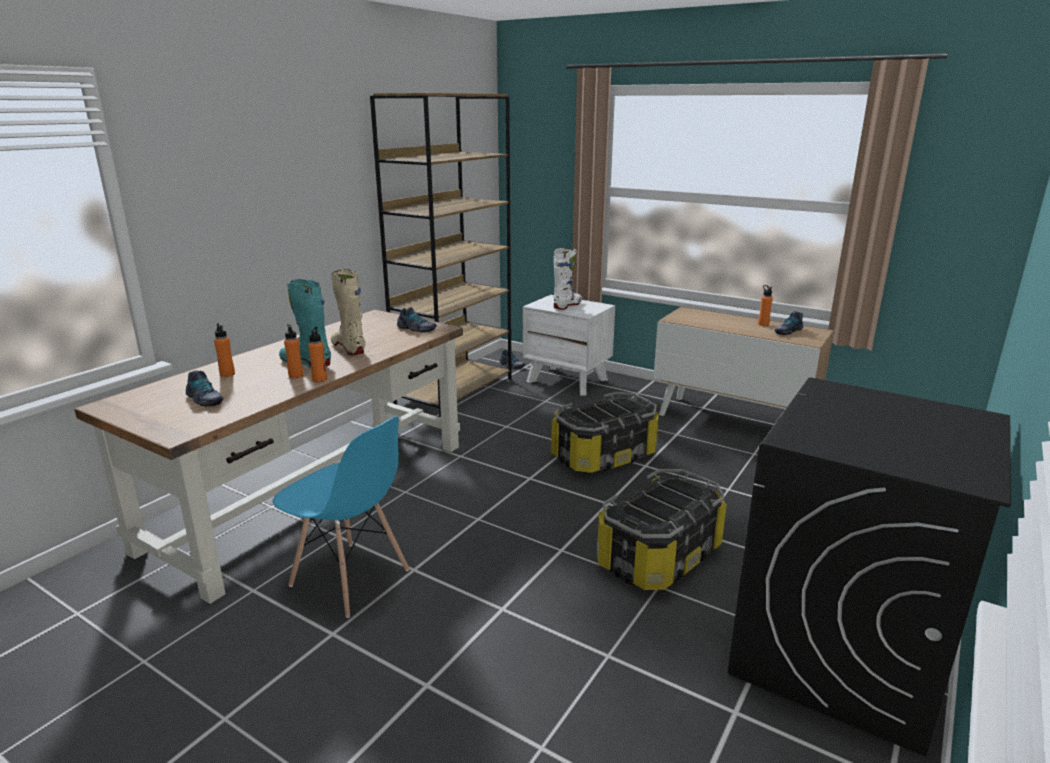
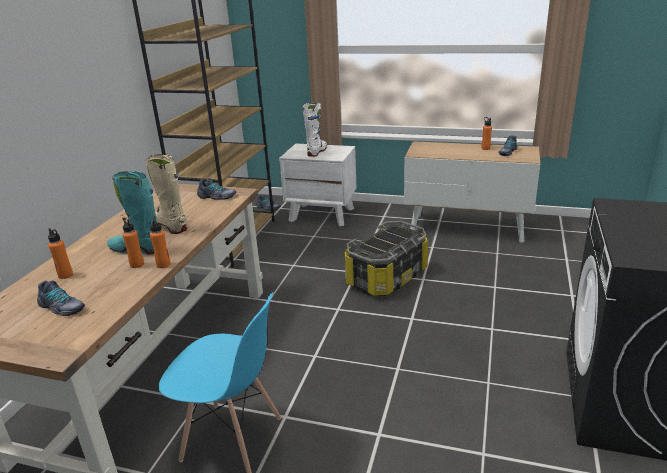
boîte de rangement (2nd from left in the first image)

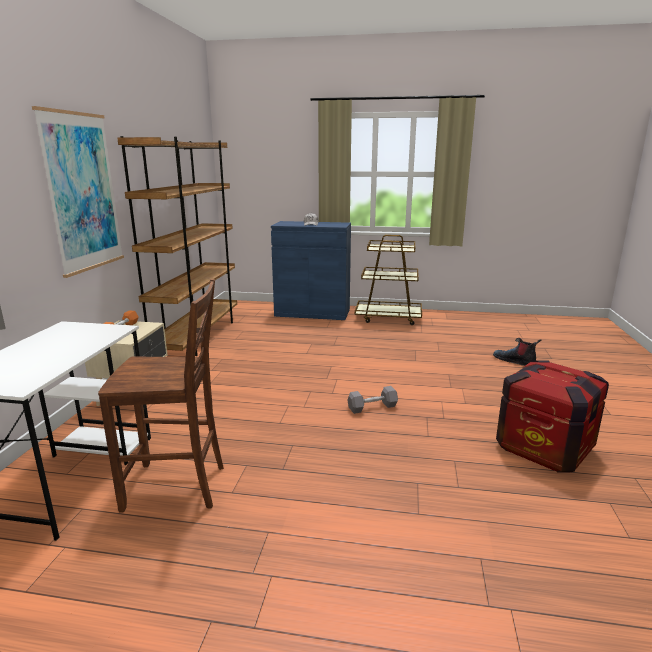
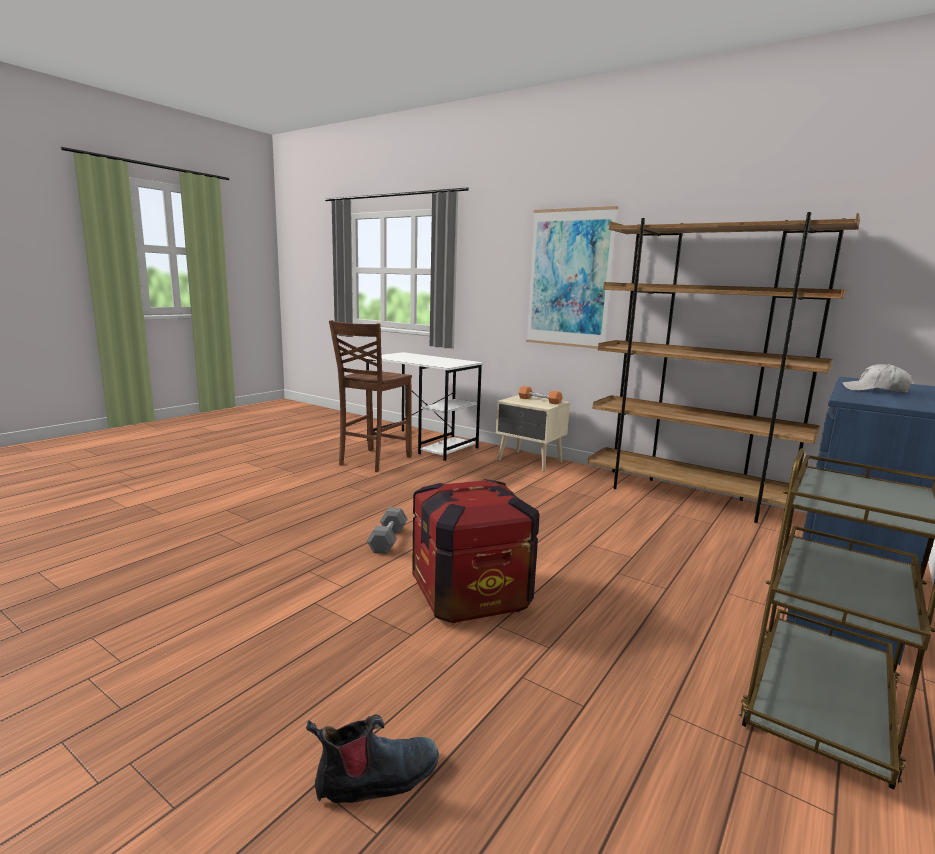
caisse

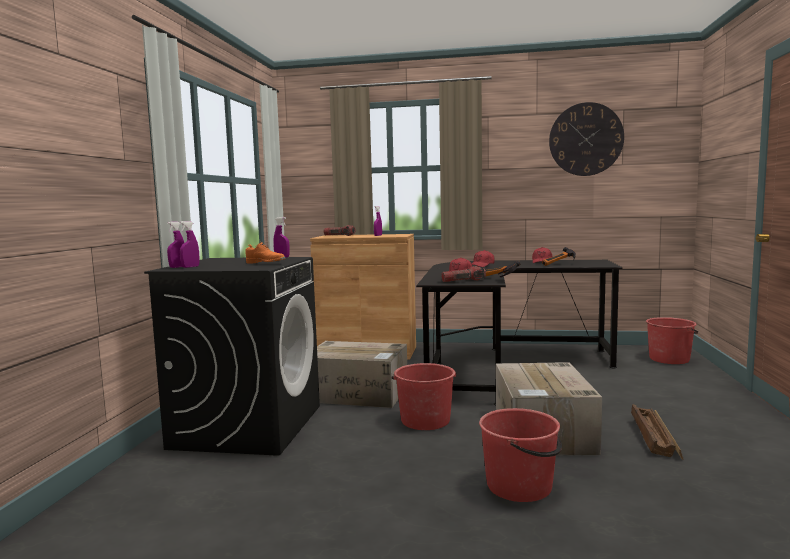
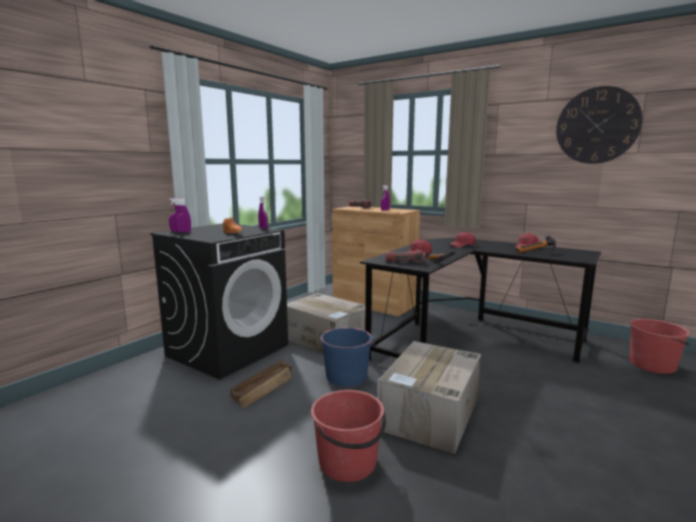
caisse
seau (bleu)

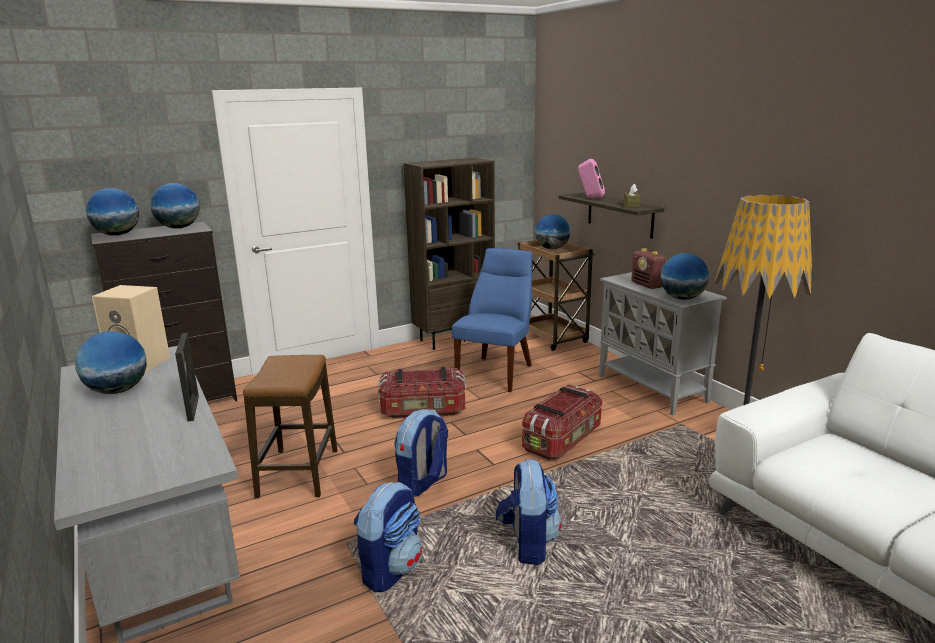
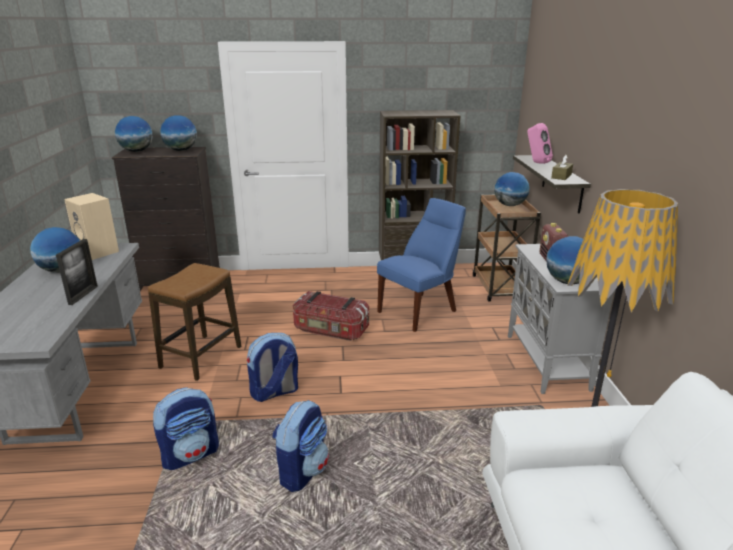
boîte de rangement (2nd from left in the first image)

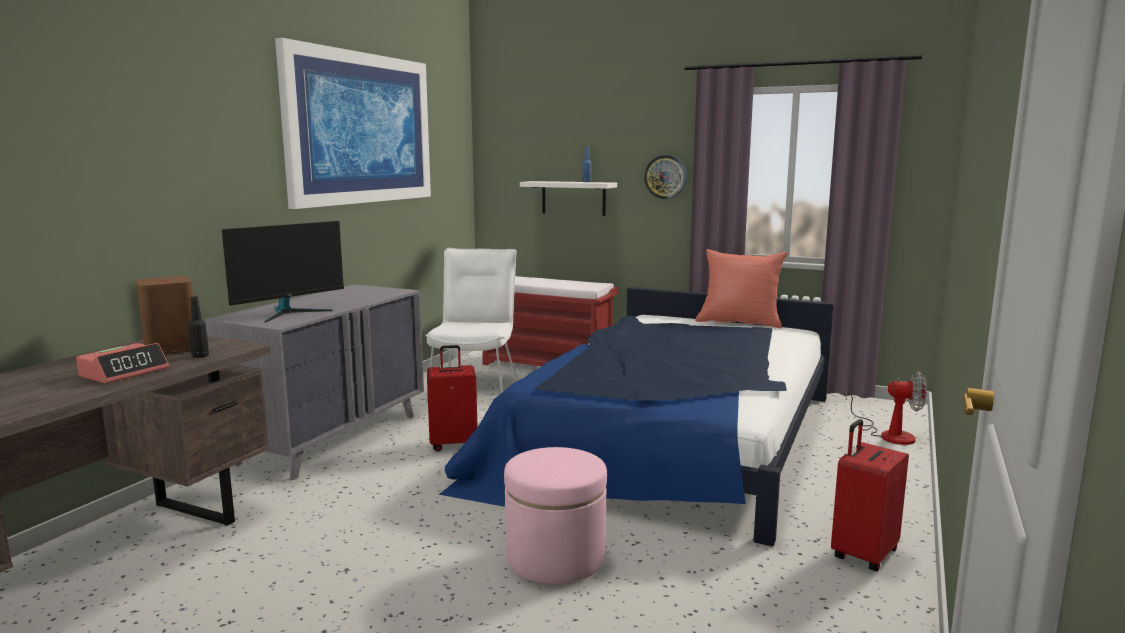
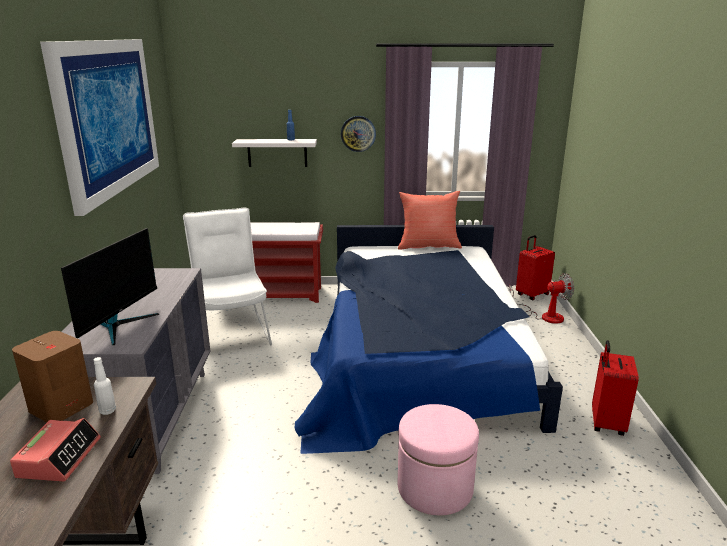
bouteille (blanc)
valise (rouge) (1st from left)

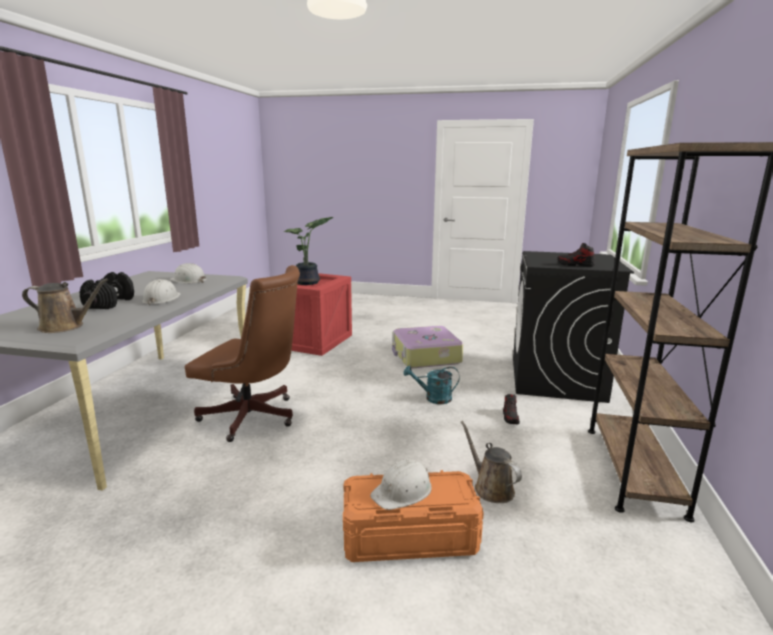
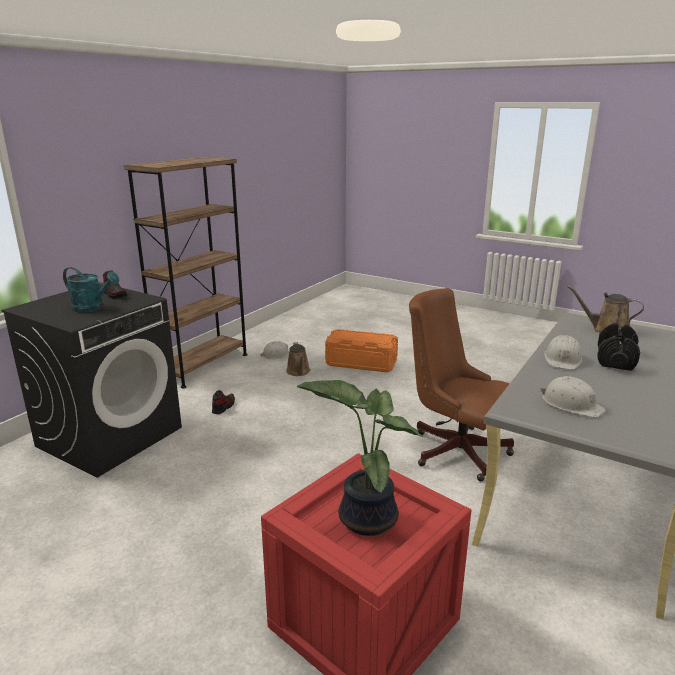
arrosoir (turquoise)
casque de chantier (blanc) (1st from left)
valise

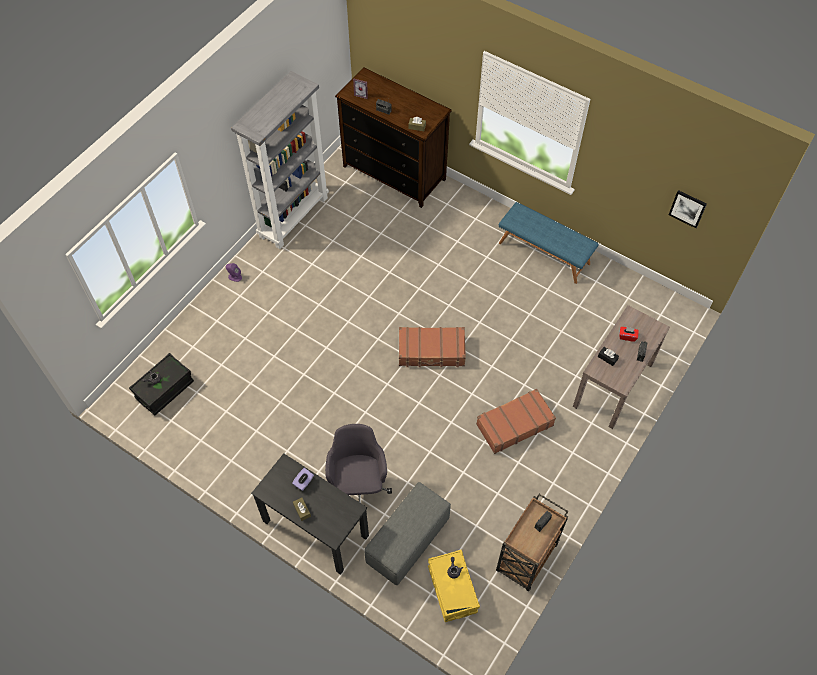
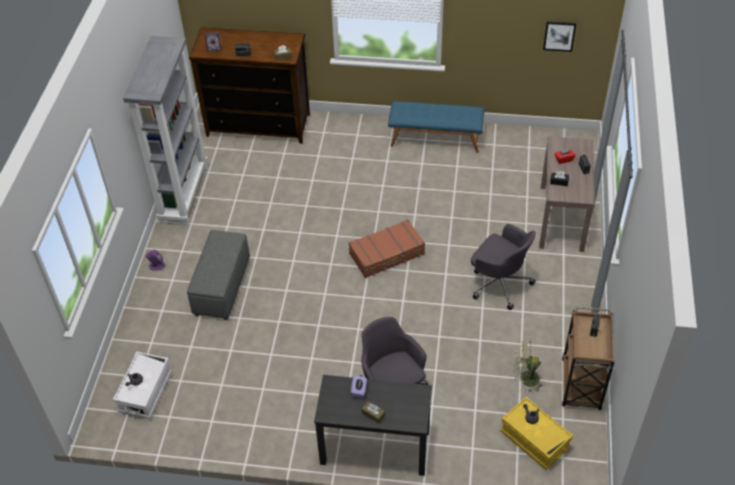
boîte de rangement (blanc)
pouf (gris)
chaise de bureau (gris) (2nd from left)
ventilateur (vert)

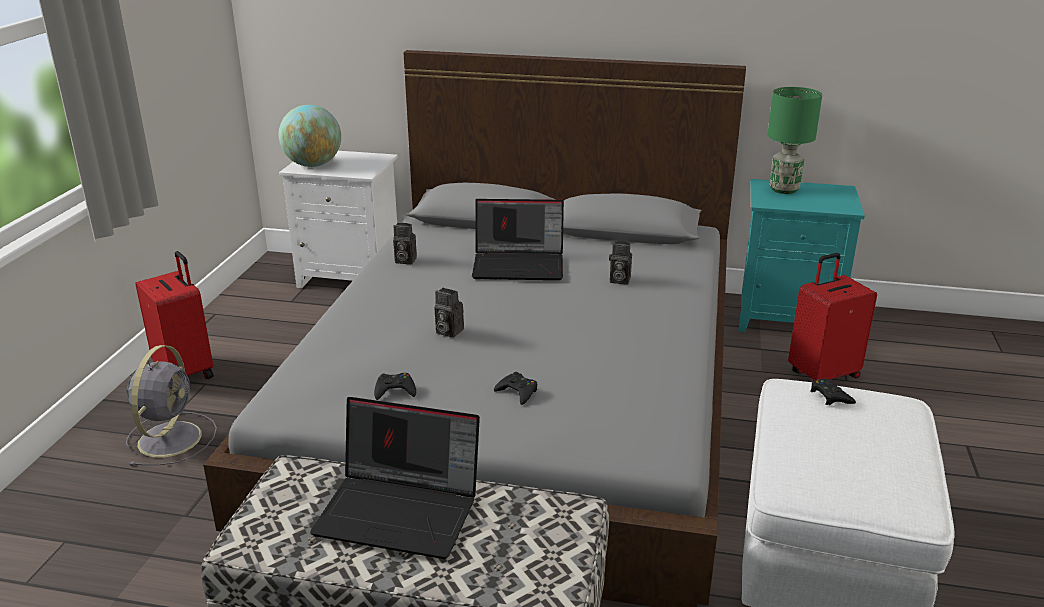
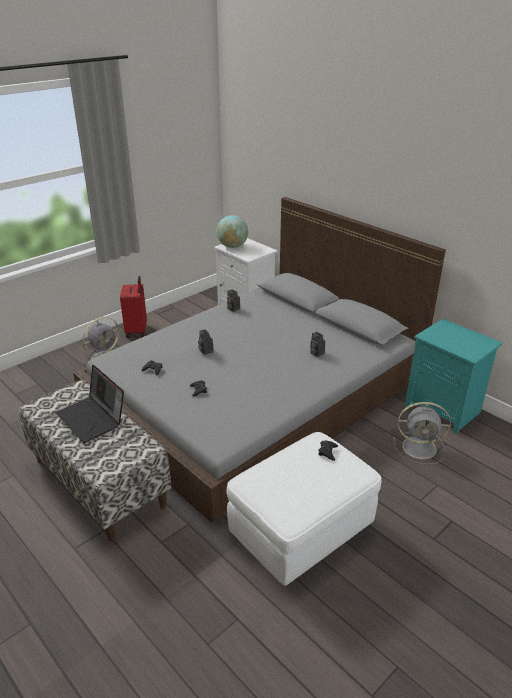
ventilateur (gris) (2nd from left)
ordinateur portable (2nd from left in the first image)
lampe de table (vert)

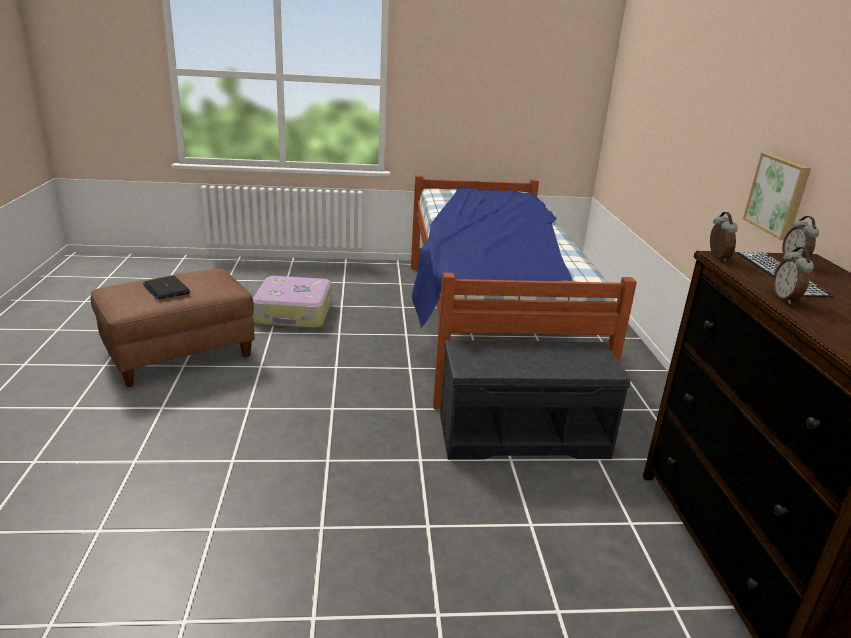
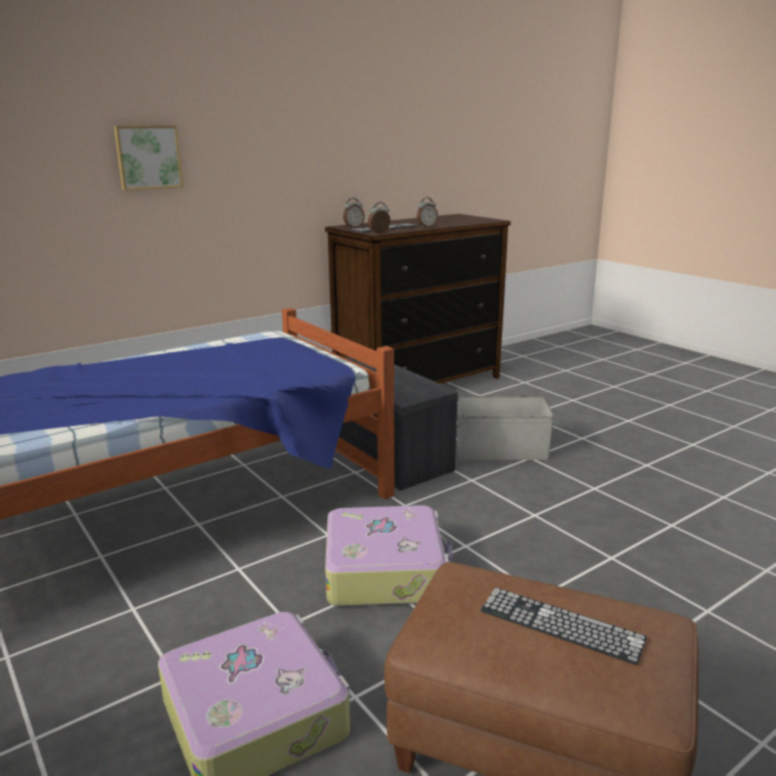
tableau
valise (2nd from left)
boîte de rangement (gris)
clavier (2nd from left)

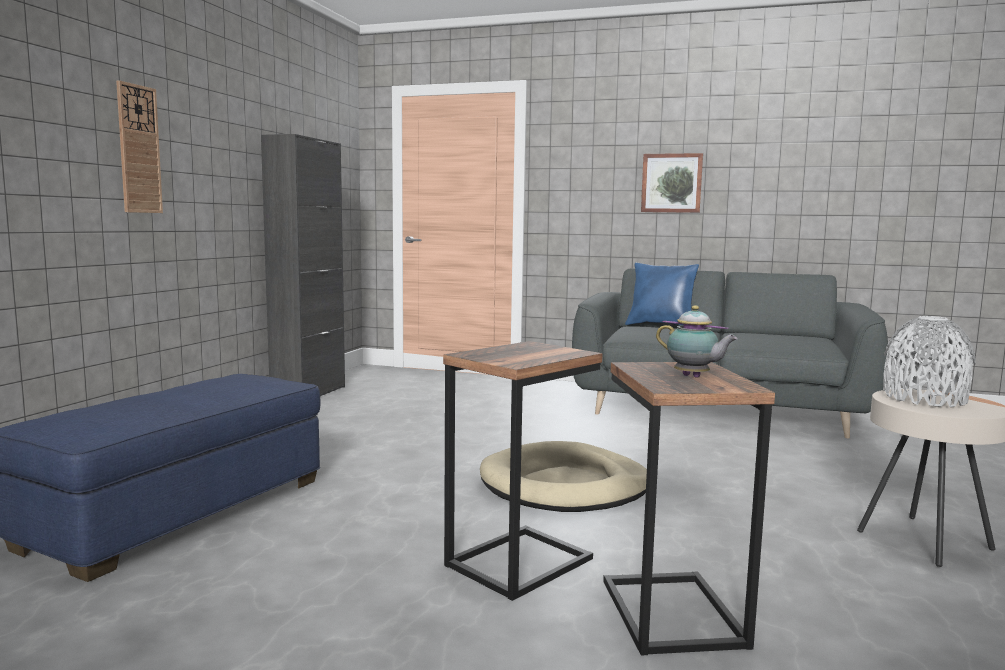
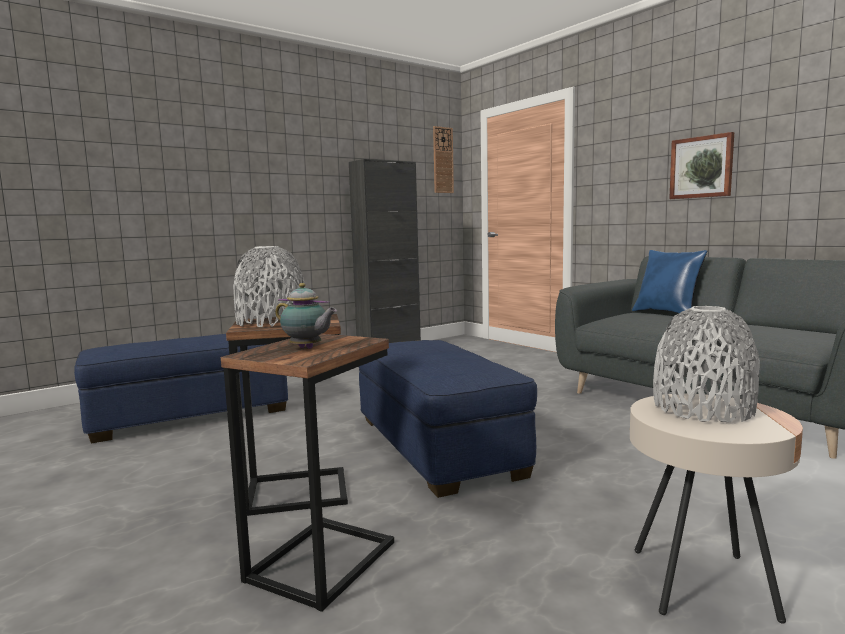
vase (gris) (1st from left)
théière
pouf (bleu) (2nd from left)
horloge murale

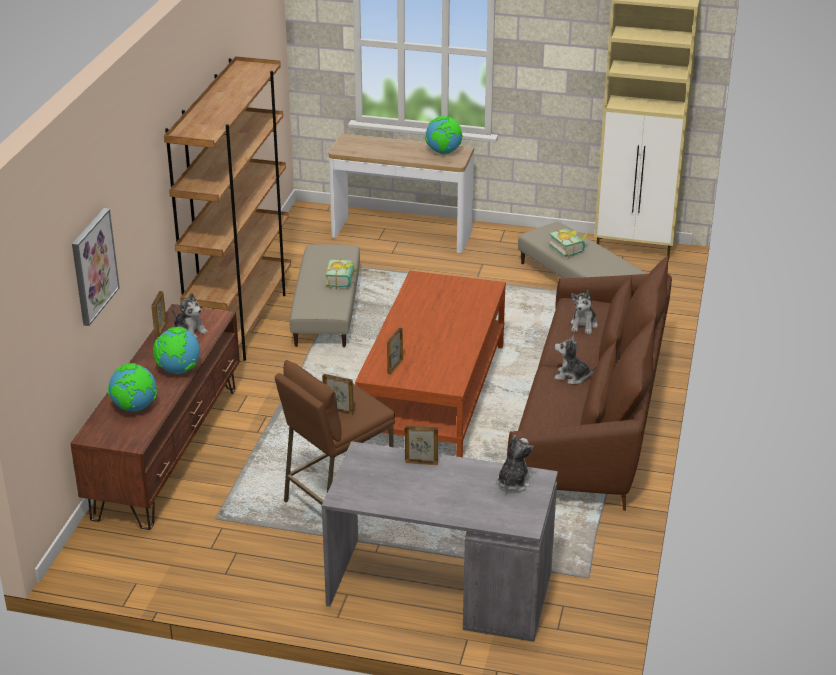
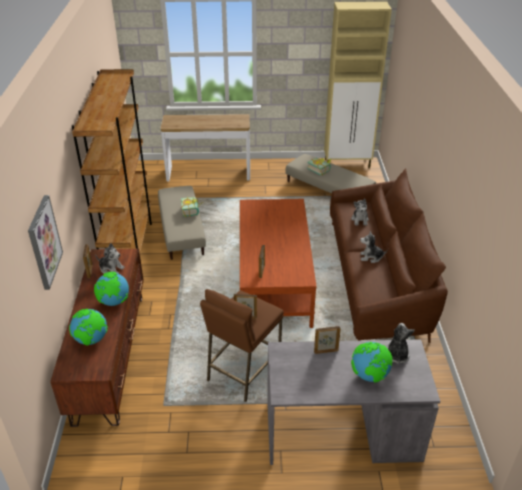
globe (3rd from left)

